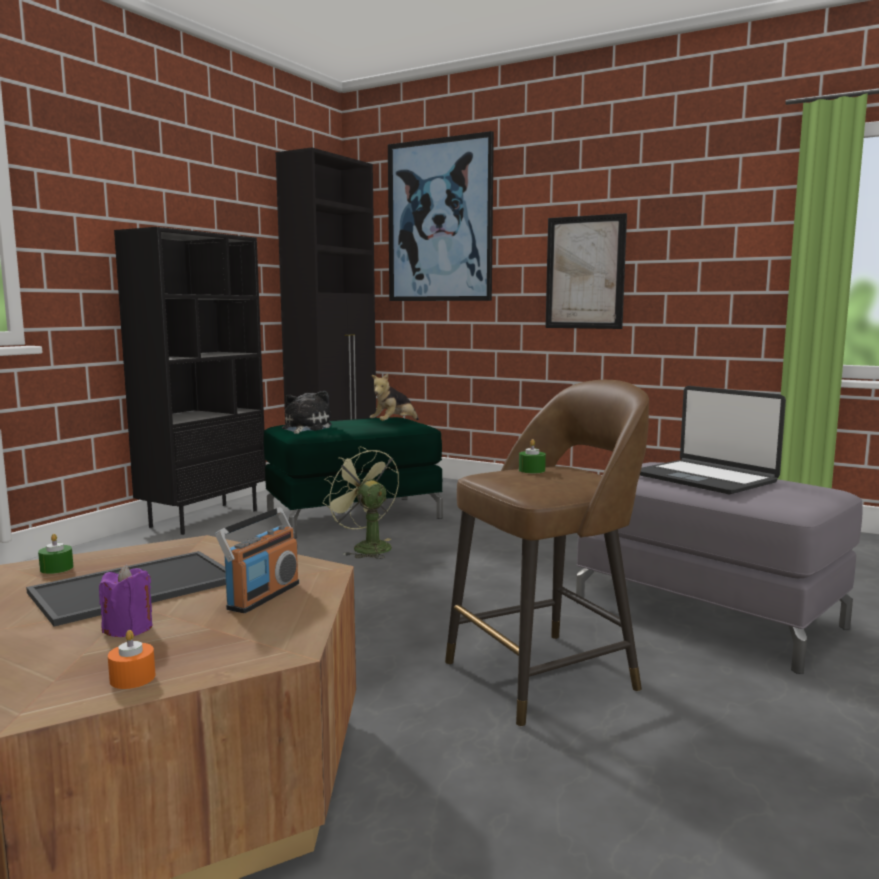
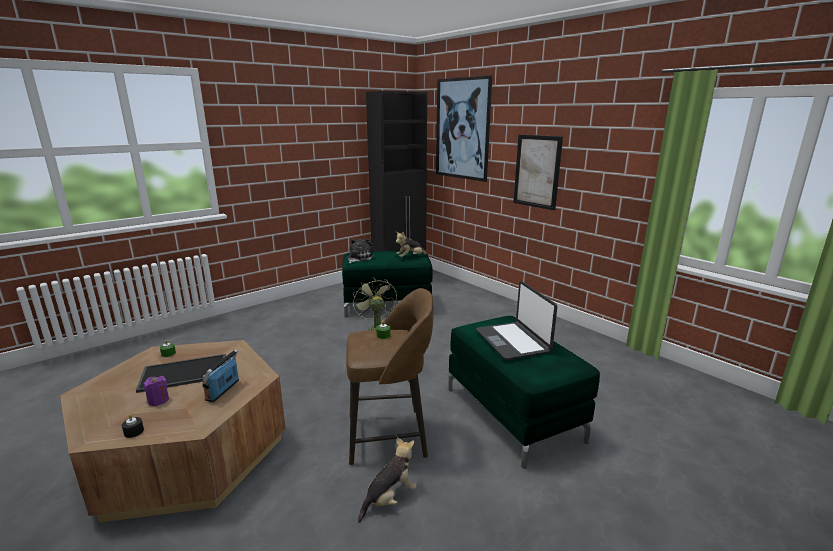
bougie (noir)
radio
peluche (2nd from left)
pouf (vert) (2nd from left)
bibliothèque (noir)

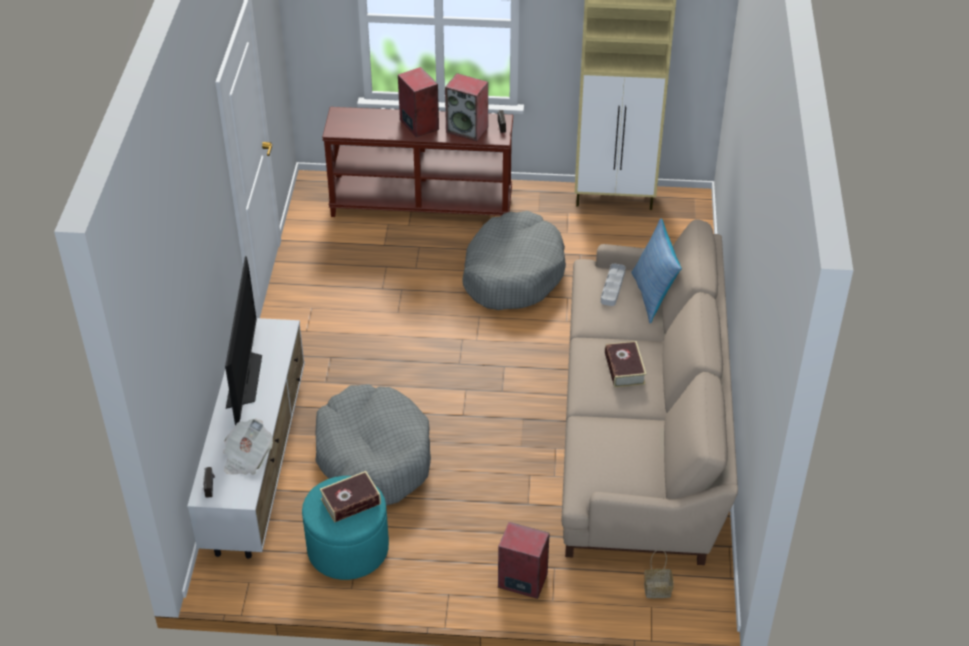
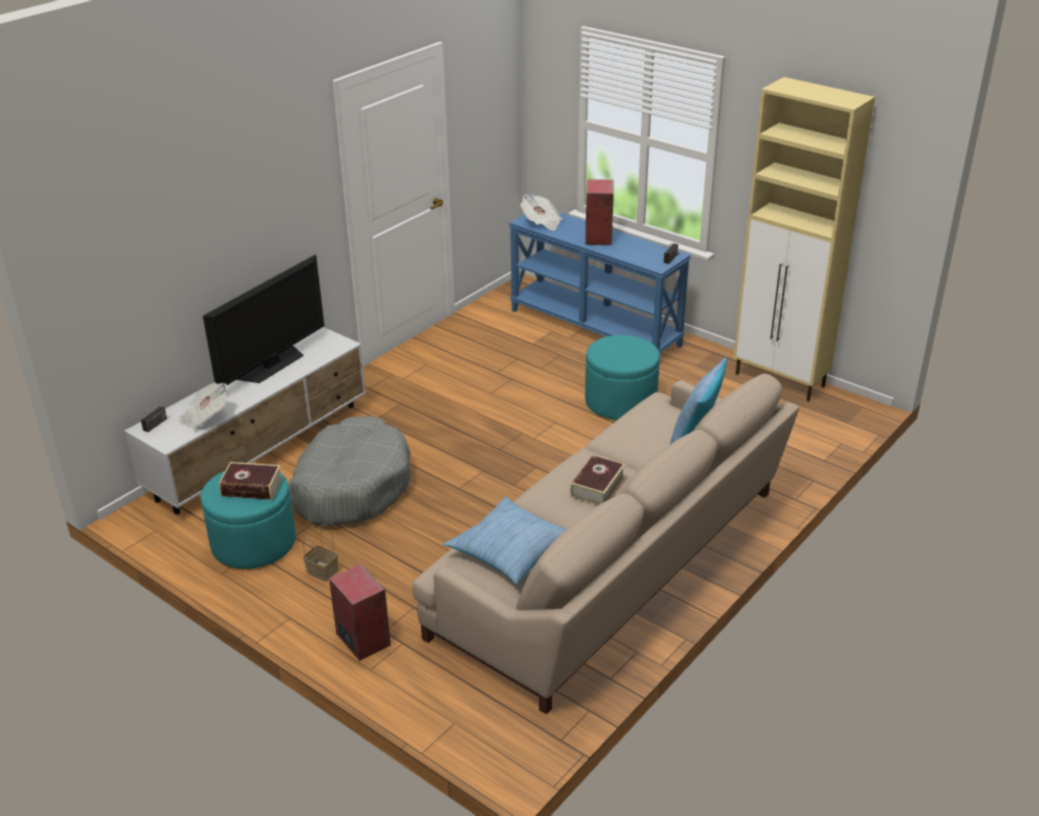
panier
coussin (1st from left)
table console (bleu)
journal (2nd from left)
pouf (turquoise) (2nd from left)
enceinte (2nd from left in the first image)
plateau (gris)

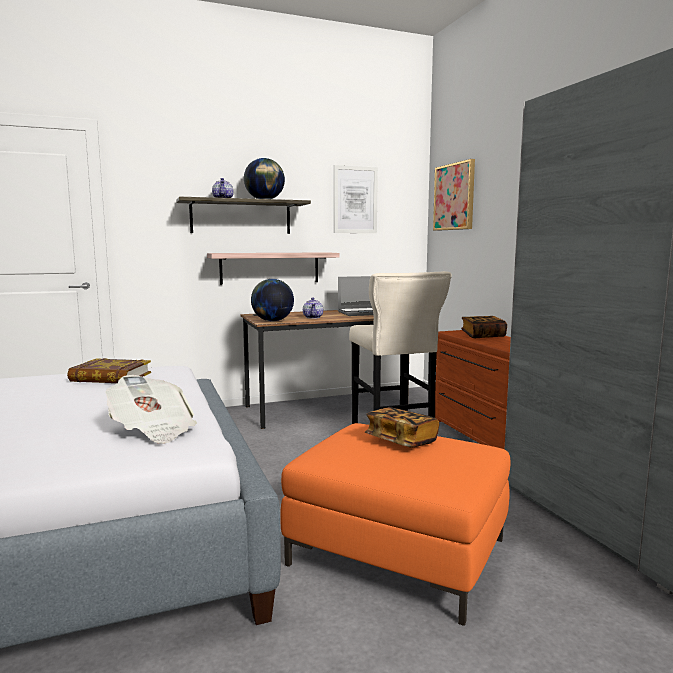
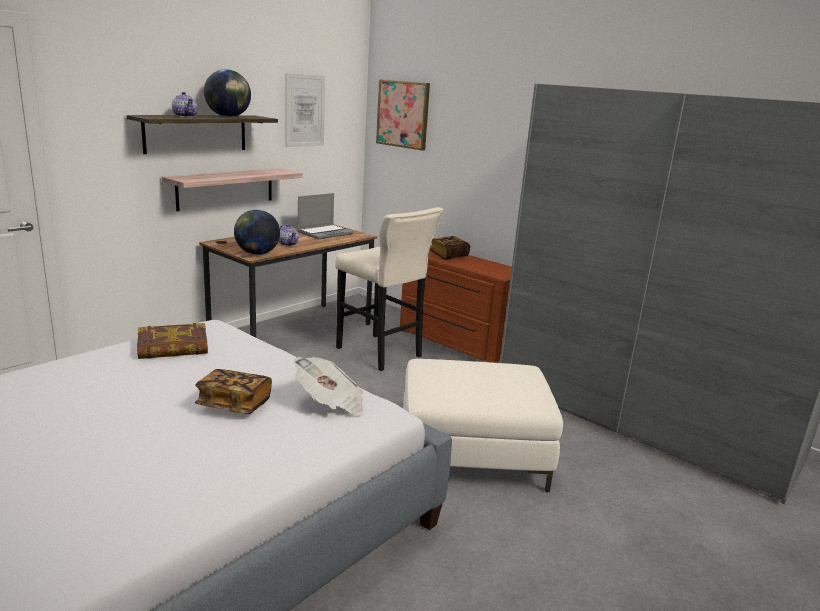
livre (2nd from left)
pouf (blanc)

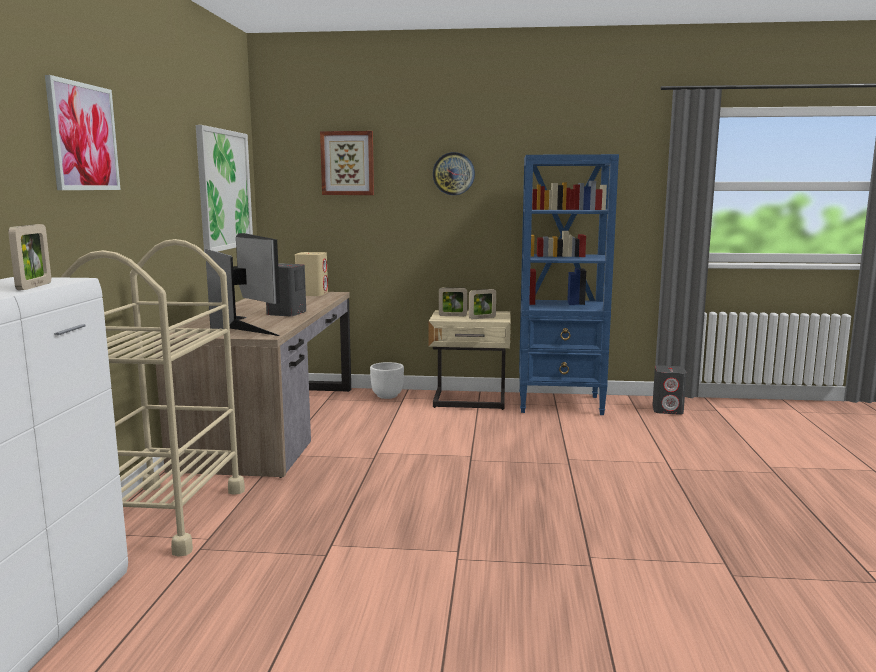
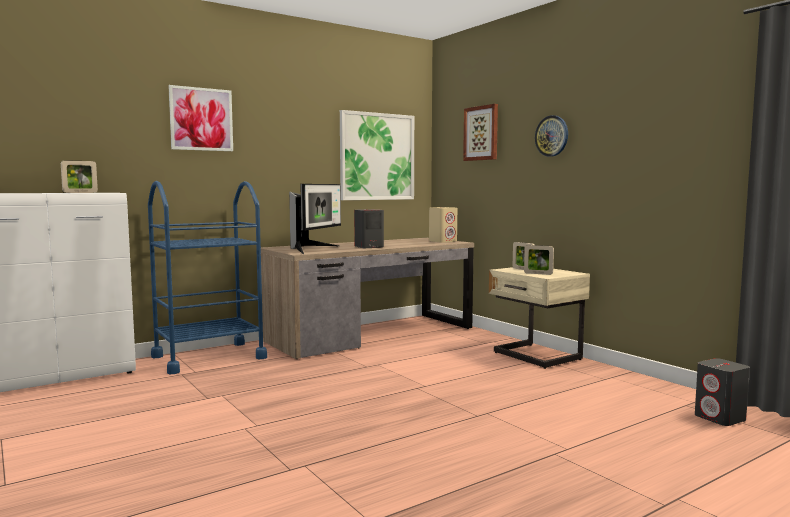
chariot (bleu)
cache-pot (blanc)
bibliothèque (bleu)

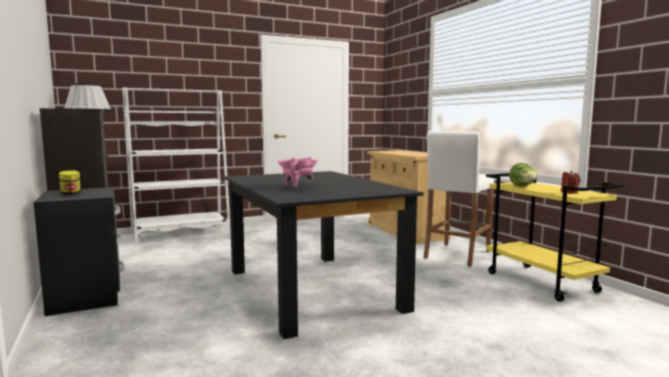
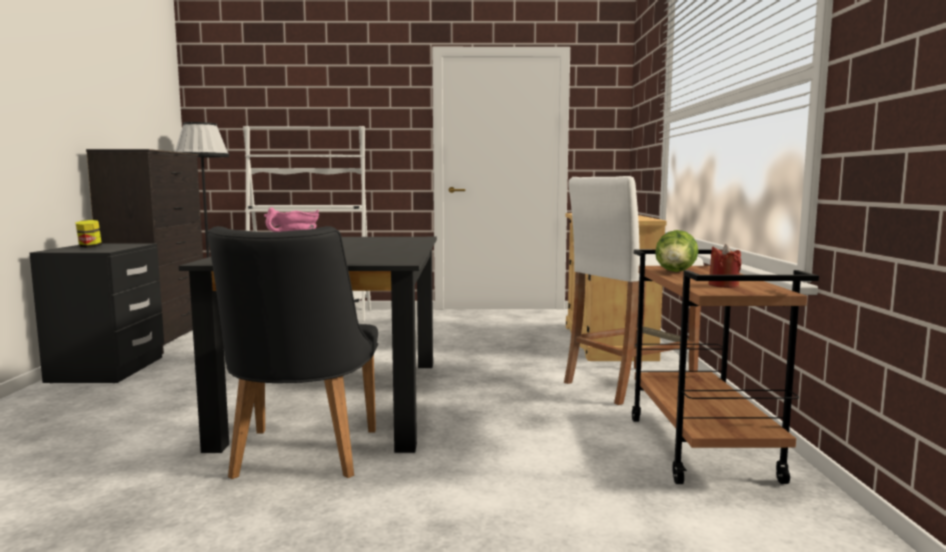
chaise (noir)
chariot (marron)

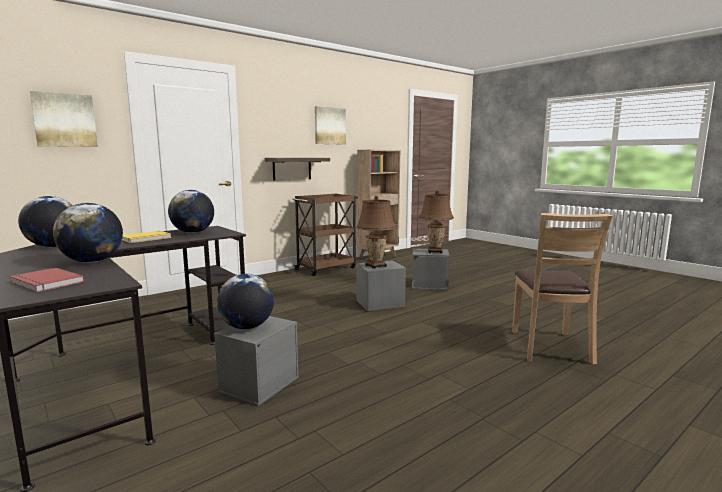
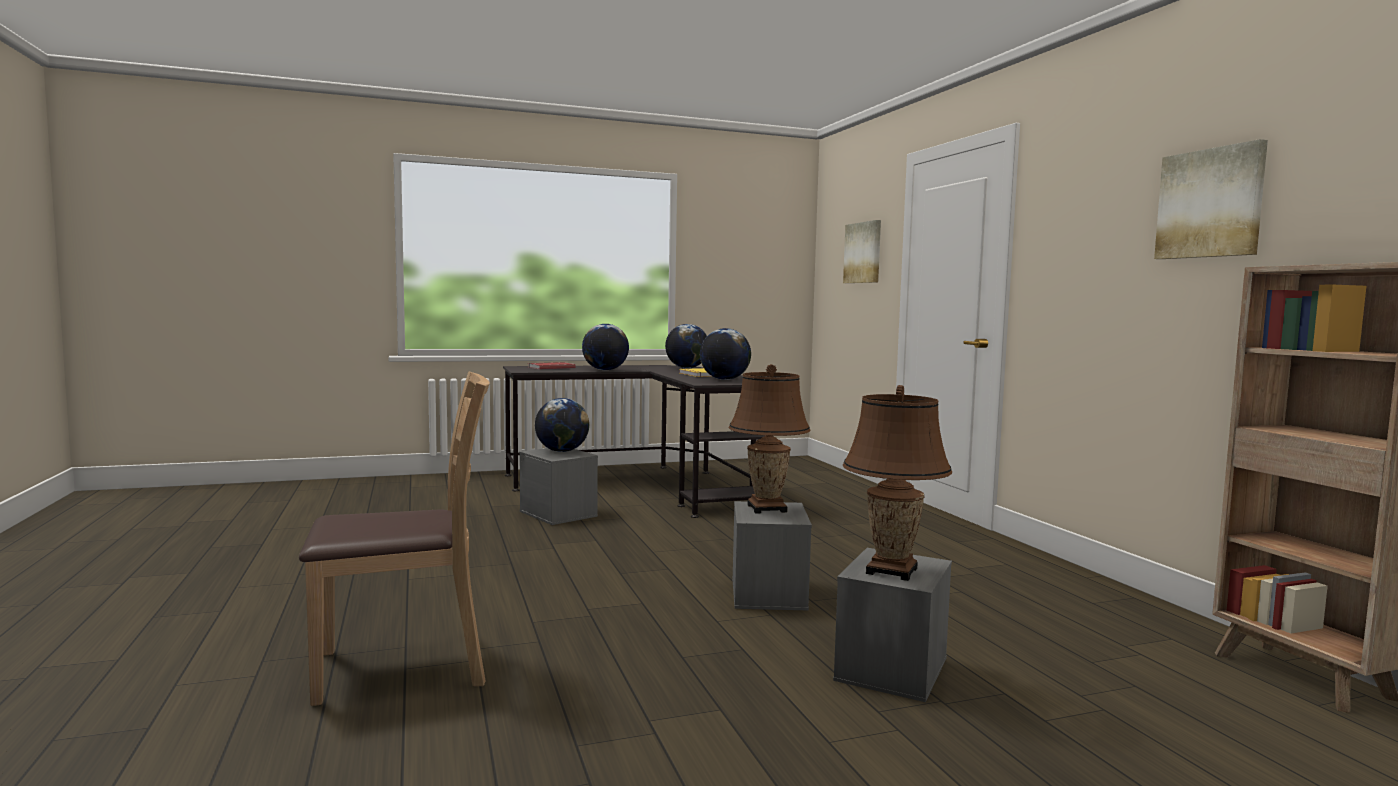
chaise (marron)
étagère
chariot (marron)

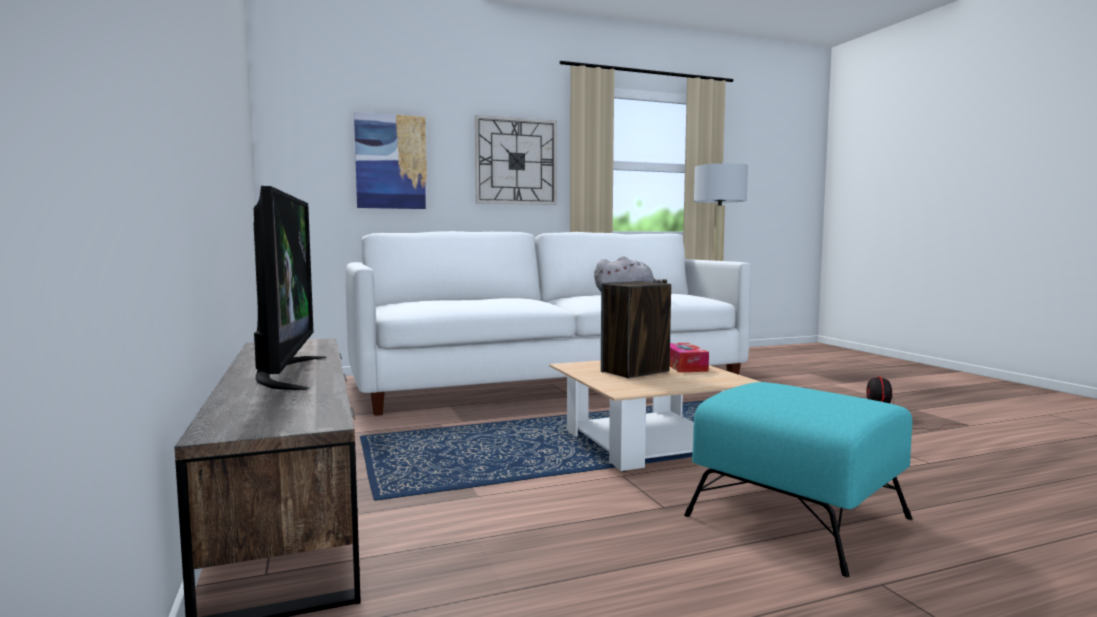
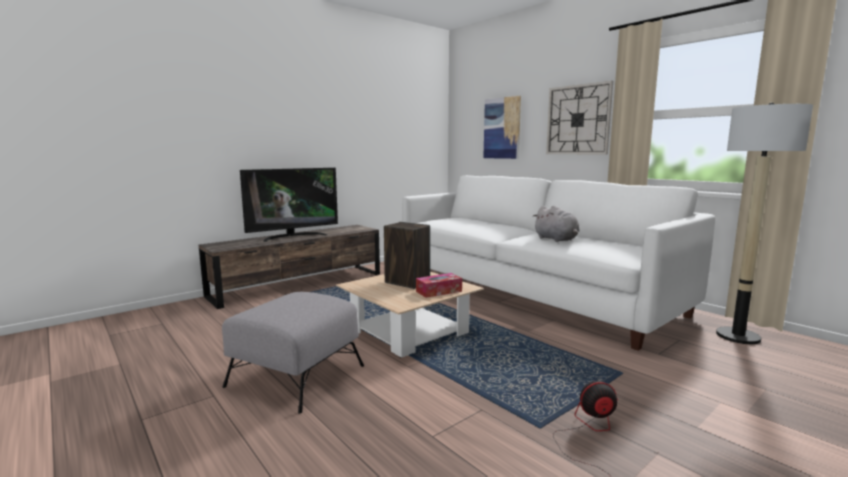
pouf (gris)

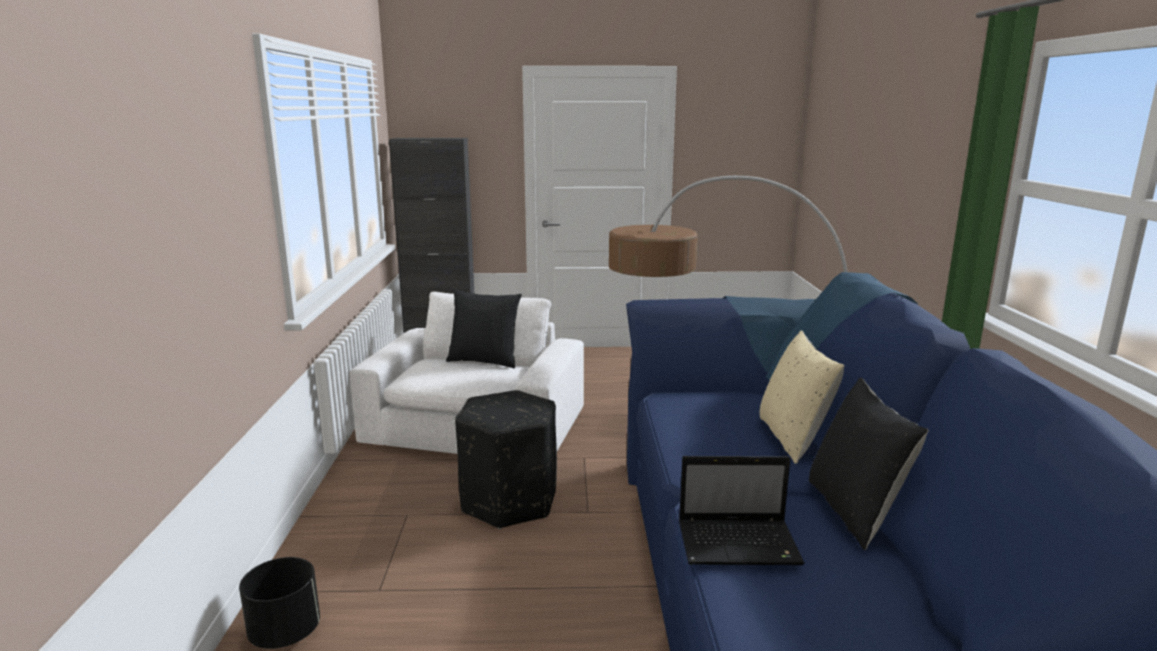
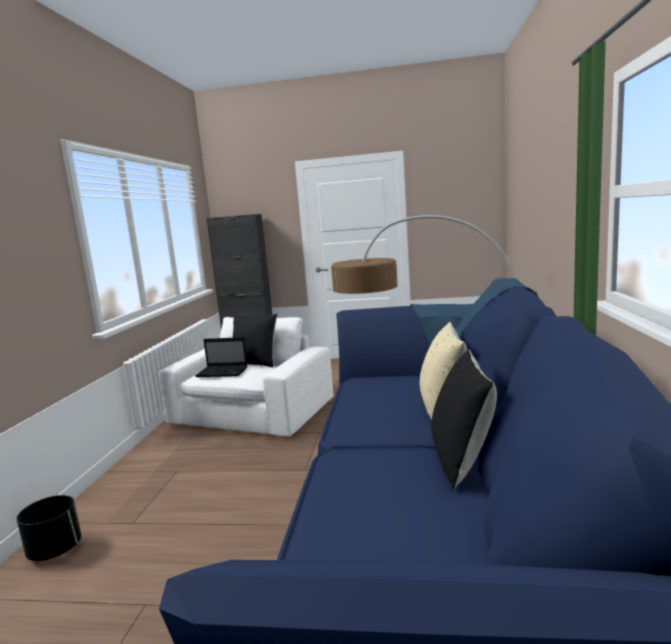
ordinateur portable
pouf (noir)

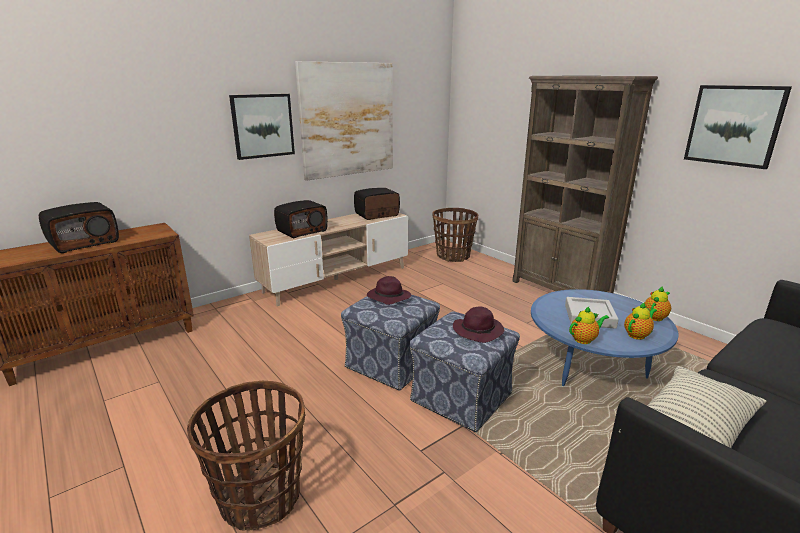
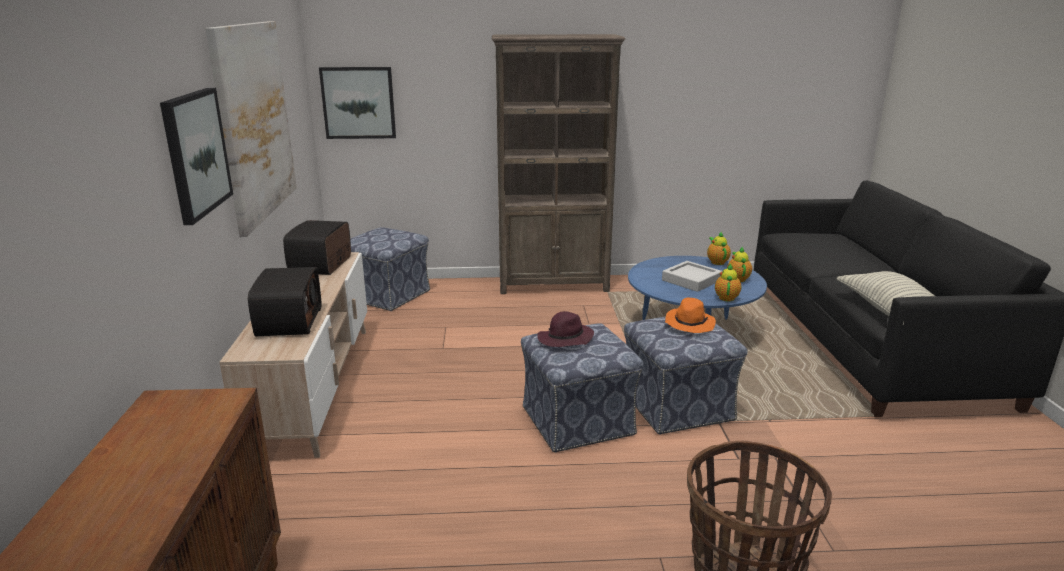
tableau (3rd from left)
pouf (1st from left)
chapeau (orange)
radio (1st from left in the first image)

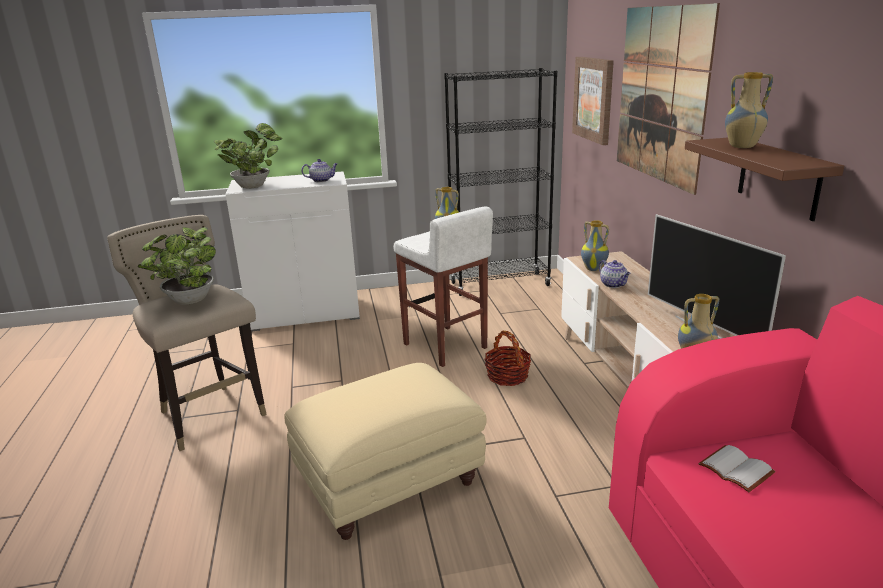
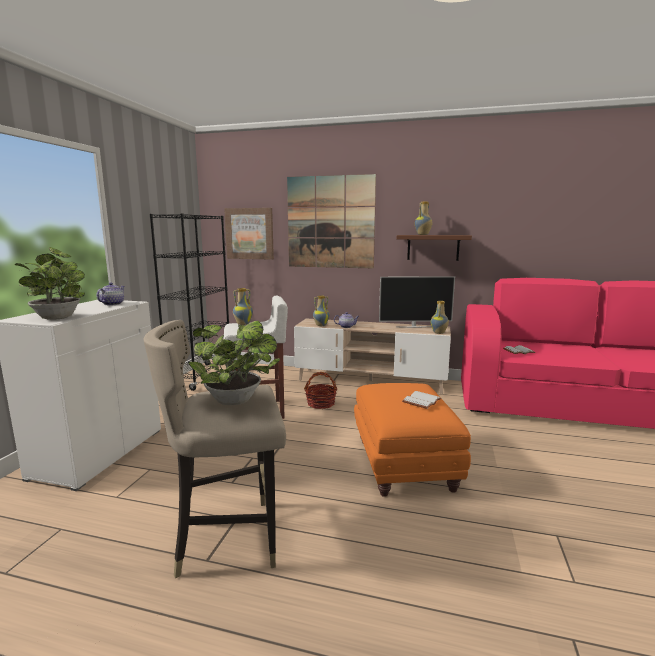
pouf (orange)
livre (blanc) (1st from left)

